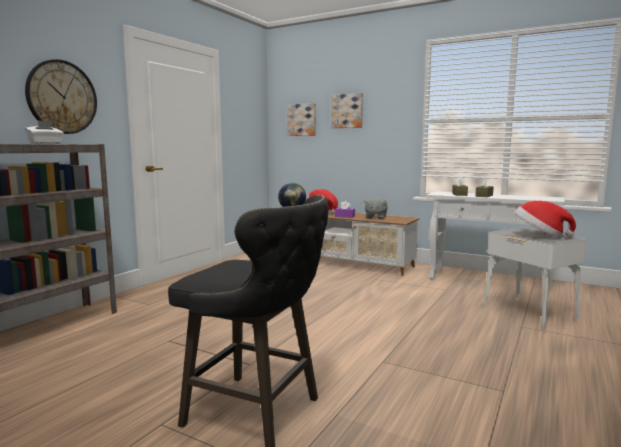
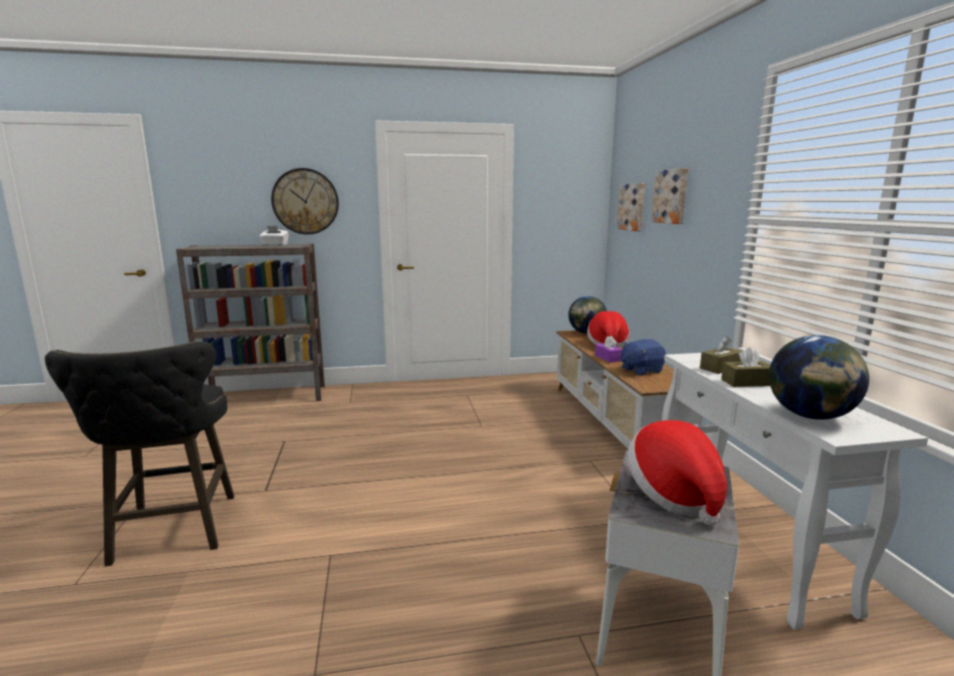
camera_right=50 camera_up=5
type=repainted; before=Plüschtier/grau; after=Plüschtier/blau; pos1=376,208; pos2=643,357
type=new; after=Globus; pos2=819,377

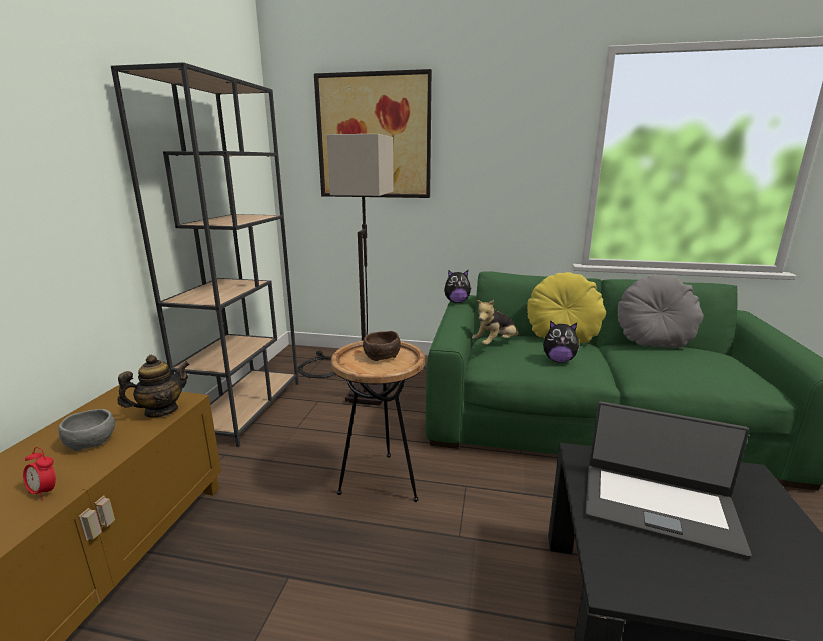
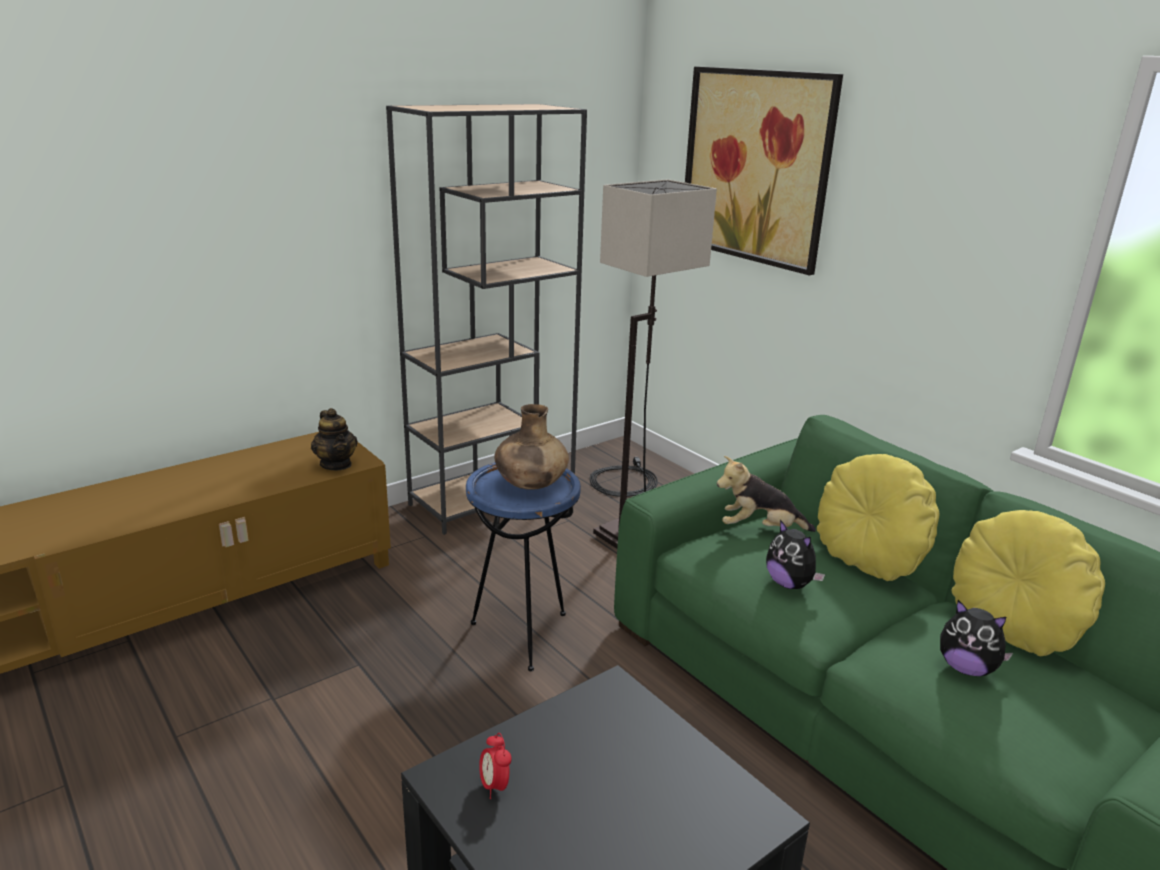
camera_right=40 camera_up=5
type=shifted; before=Plüschtier; pos1=457,286; pos2=976,638
type=repainted; before=Kissen/grau; after=Kissen/gelb; pos1=660,311; pos2=1028,583
type=swapped; before=Schüssel/braun; after=Vase/braun; pos1=382,346; pos2=531,447
type=repainted; before=Beistelltisch/braun; after=Beistelltisch/blau; pos1=378,421; pos2=523,566
type=rotated; before=Teekanne; pos1=153,386; pos2=334,439; turn=60
type=gone; before=Laptop; pos1=668,480
type=gone; before=Schüssel/grau; pos1=86,430
type=shifted; before=Wecker; pos1=39,473; pos2=495,766

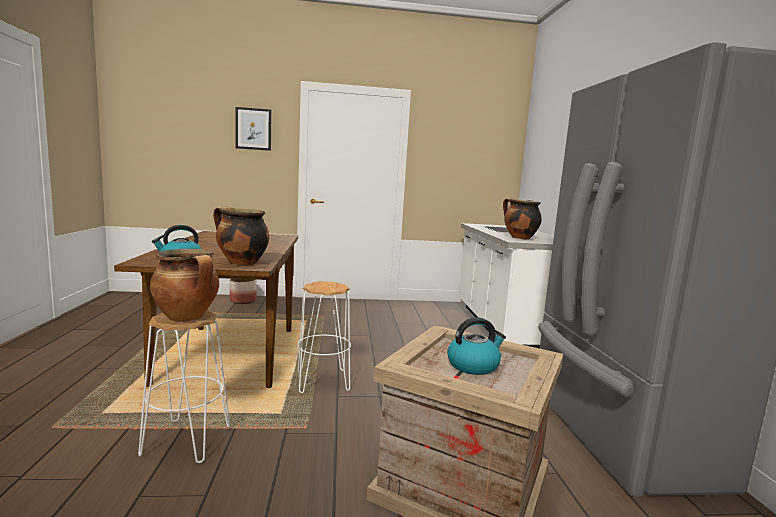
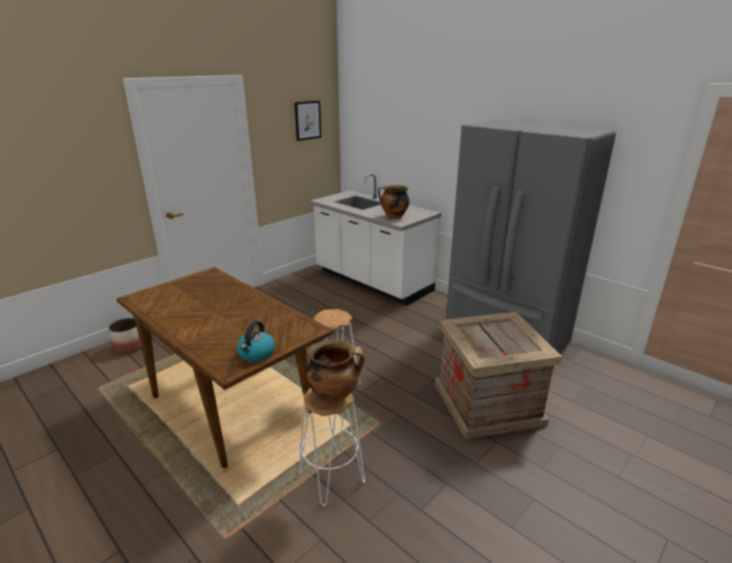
camera_right=-40 camera_up=15
type=shifted; before=Bild; pos1=253,129; pos2=307,121
type=gone; before=Kochtopf; pos1=241,236
type=gone; before=Wasserkessel; pos1=476,346

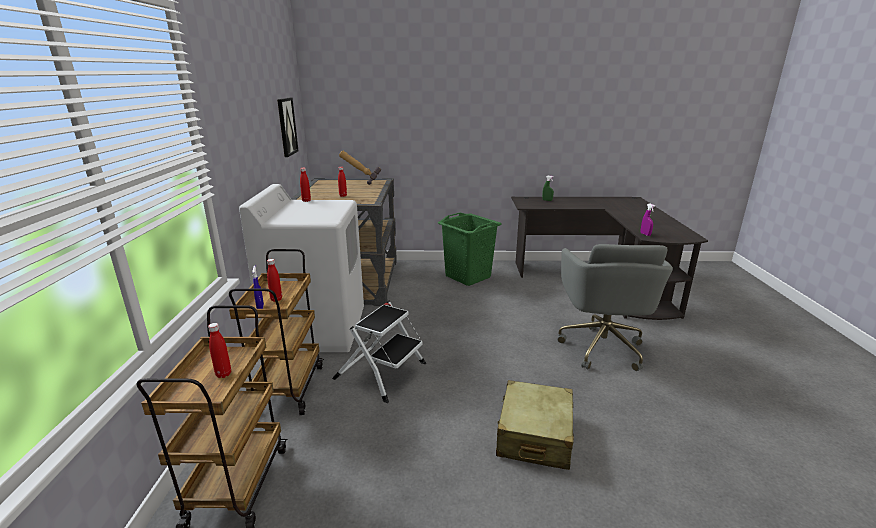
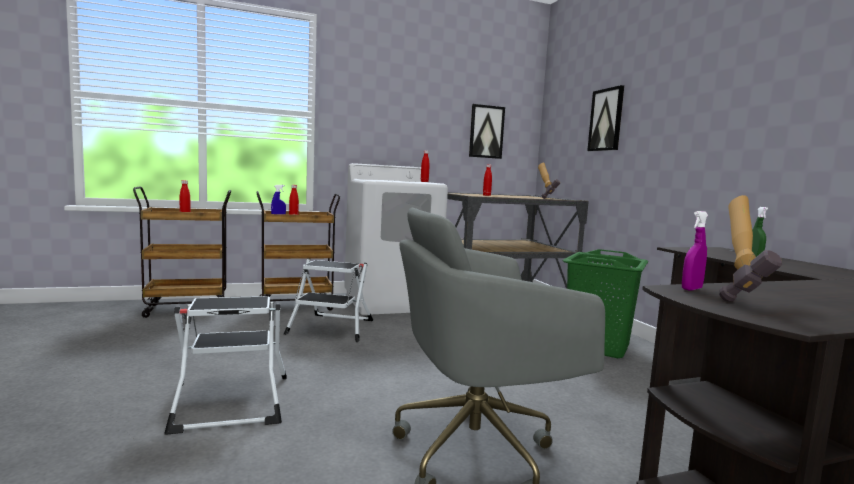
camera_right=70 camera_up=-15
type=swapped; before=Koffer/beige; after=Trittleiter; pos1=535,425; pos2=225,365
type=new; after=Bild; pos2=605,118
type=new; after=Hammer; pos2=750,248

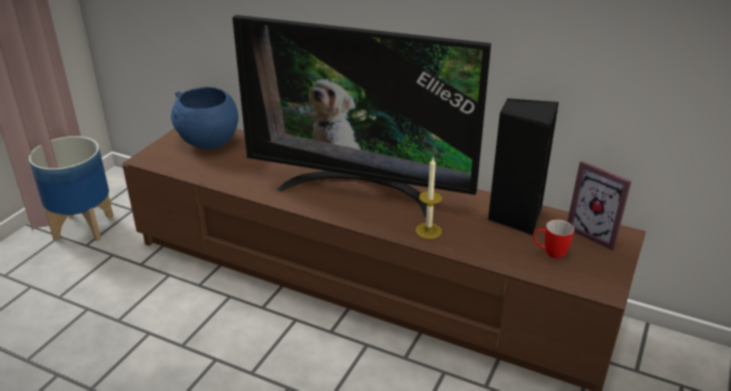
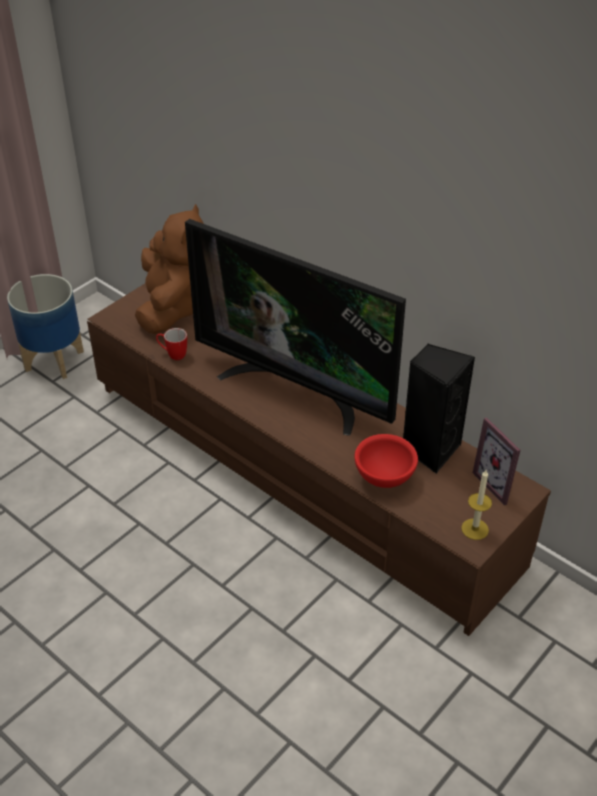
camera_right=15 camera_up=10
type=swapped; before=Schüssel/blau; after=Plüschtier/braun; pos1=204,118; pos2=169,269
type=shifted; before=Kerze; pos1=429,198; pos2=476,505
type=shifted; before=Henkelbecher; pos1=553,239; pos2=171,344
type=new; after=Schüssel/rot; pos2=386,461

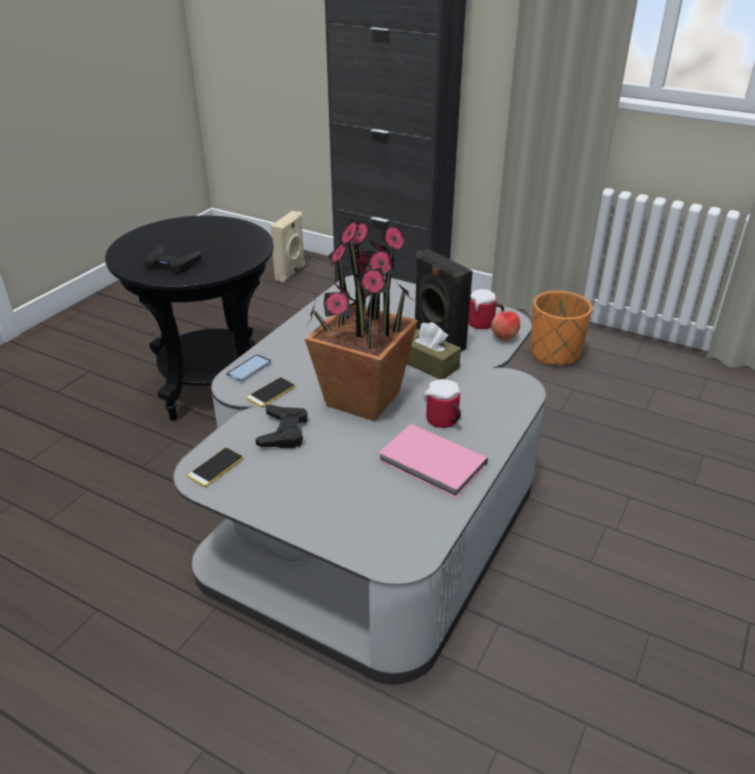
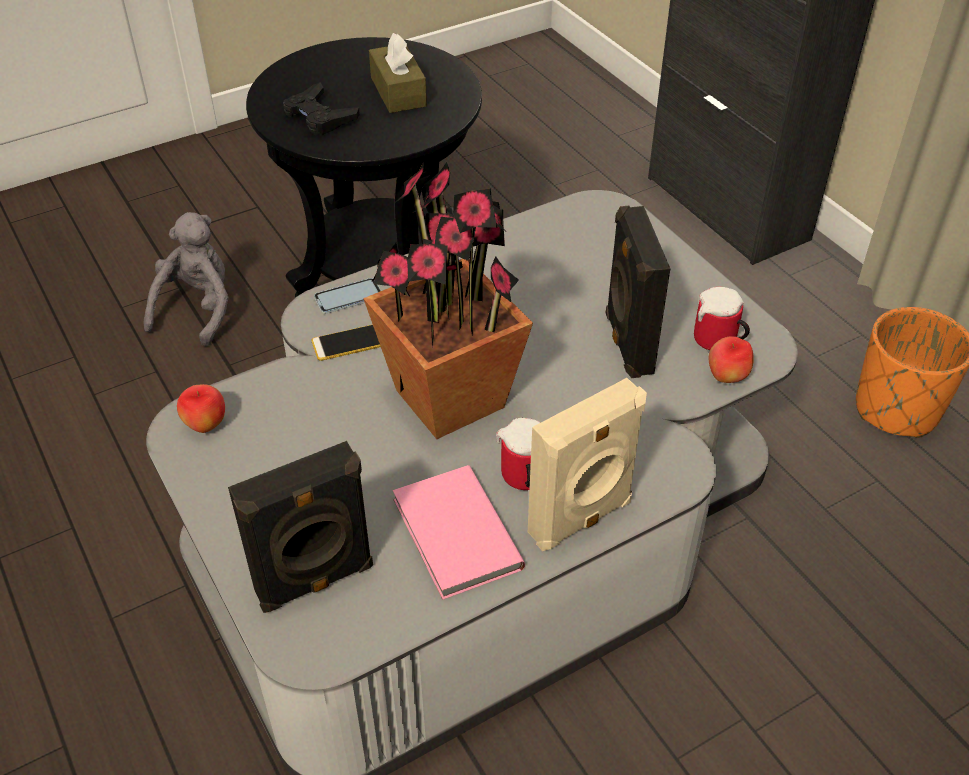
camera_right=30 camera_up=10
type=shifted; before=Lautsprecher/beige; pos1=287,246; pos2=587,464
type=shifted; before=Taschentuchbox/braun; pos1=434,351; pos2=398,73
type=gone; before=Gamepad/schwarz; pos1=281,426
type=swapped; before=Handy; after=Apfel; pos1=215,467; pos2=201,408
type=new; after=Plüschtier/grau; pos2=186,279
type=new; after=Lautsprecher/schwarz; pos2=300,527

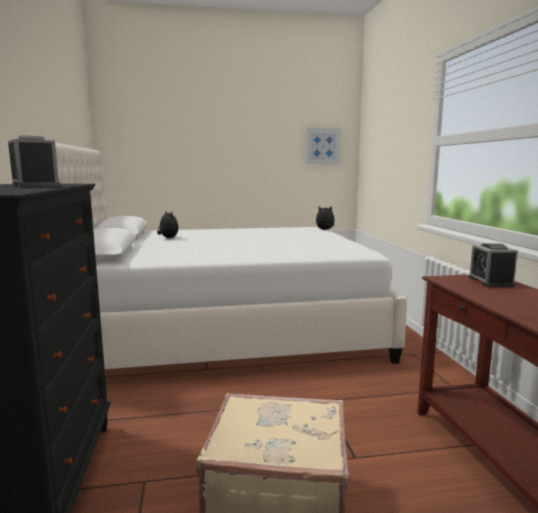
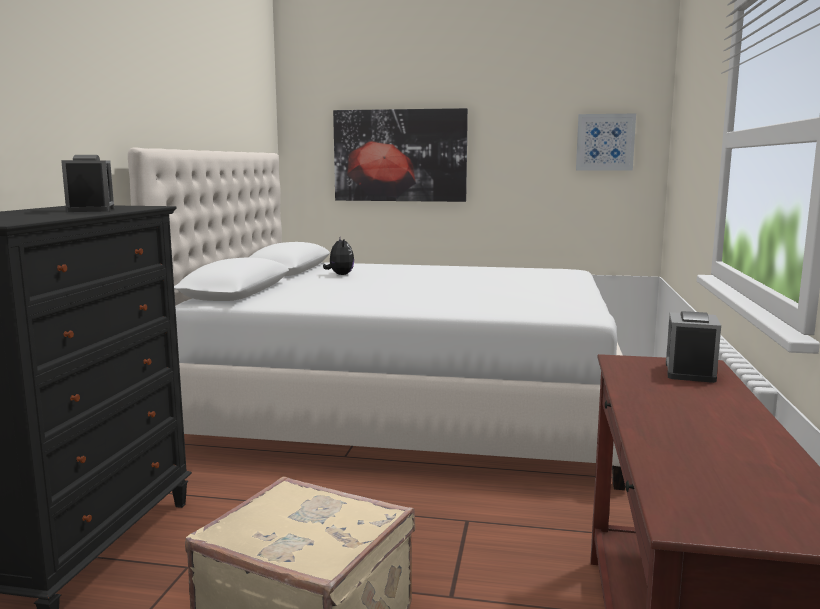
camera_right=20 camera_up=0
type=gone; before=Plüschtier; pos1=325,218
type=new; after=Bild; pos2=400,155

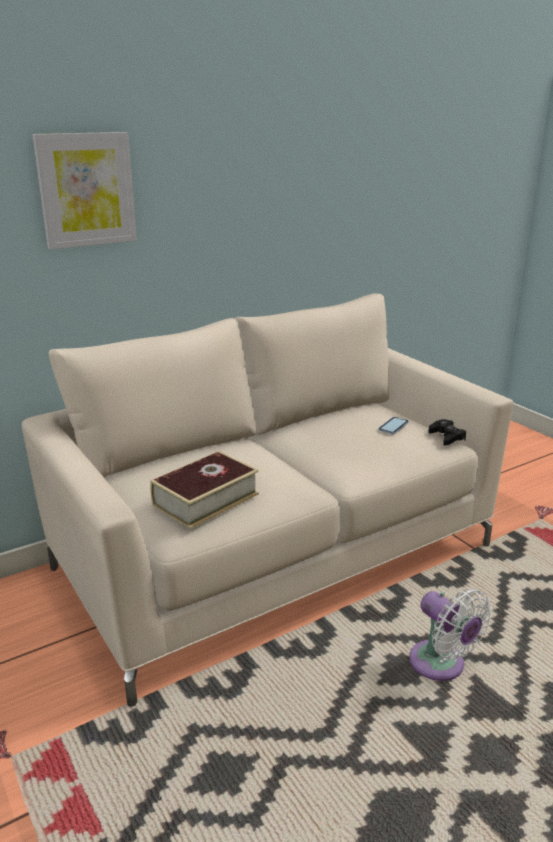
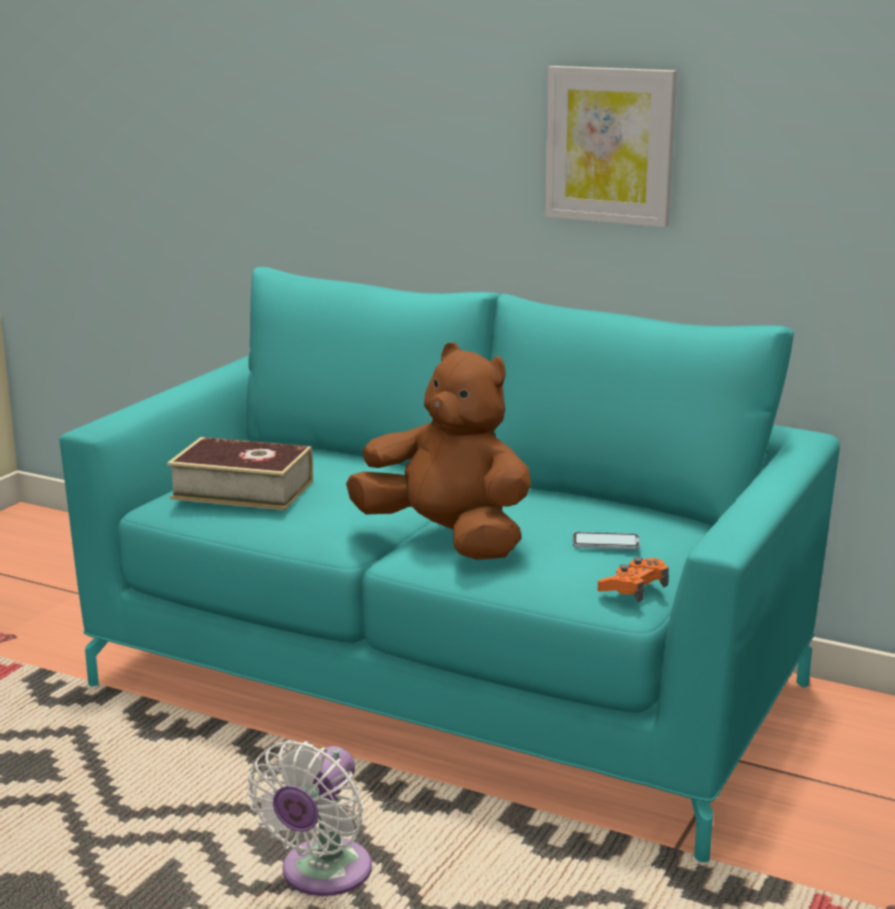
camera_right=60 camera_up=-5
type=shifted; before=Bild; pos1=84,190; pos2=611,146
type=repainted; before=Sofa/beige; after=Sofa/türkis; pos1=267,500; pos2=449,564
type=repainted; before=Gamepad/schwarz; after=Gamepad/orange; pos1=447,432; pos2=633,579
type=new; after=Plüschtier/braun; pos2=438,451

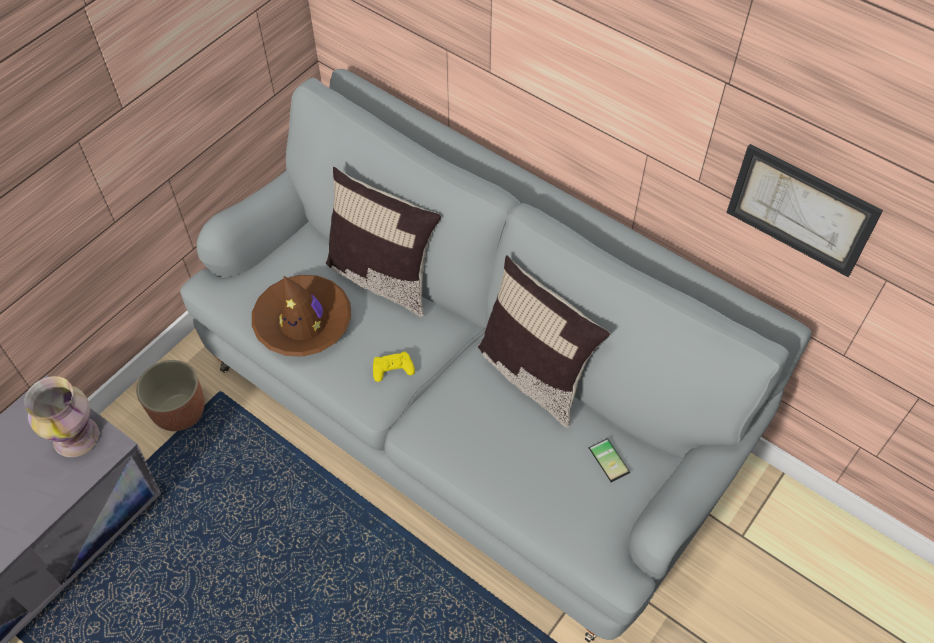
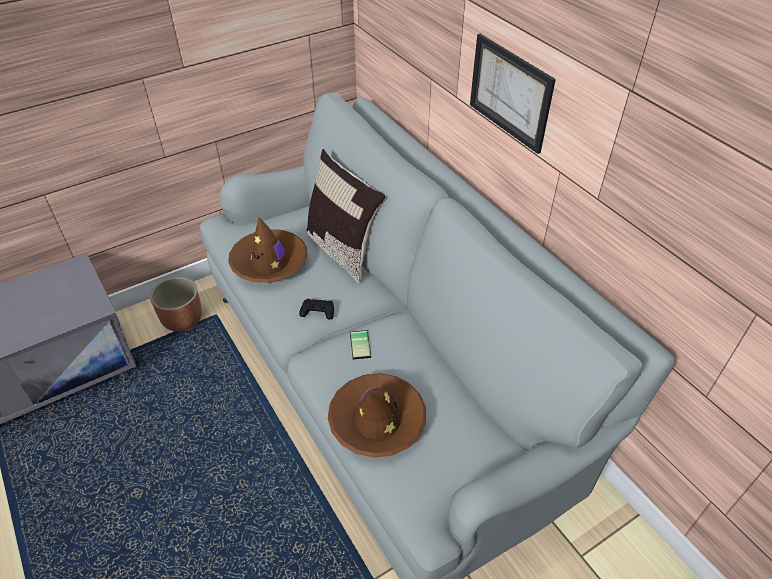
camera_right=20 camera_up=-10
type=shifted; before=Bild; pos1=804,210; pos2=513,94
type=gone; before=Kissen; pos1=544,341
type=repainted; before=Gamepad/gelb; after=Gamepad/schwarz; pos1=394,367; pos2=316,309
type=gone; before=Vase; pos1=61,416
type=shifted; before=Handy; pos1=609,460; pos2=360,344
type=new; after=Hut/braun; pos2=377,415

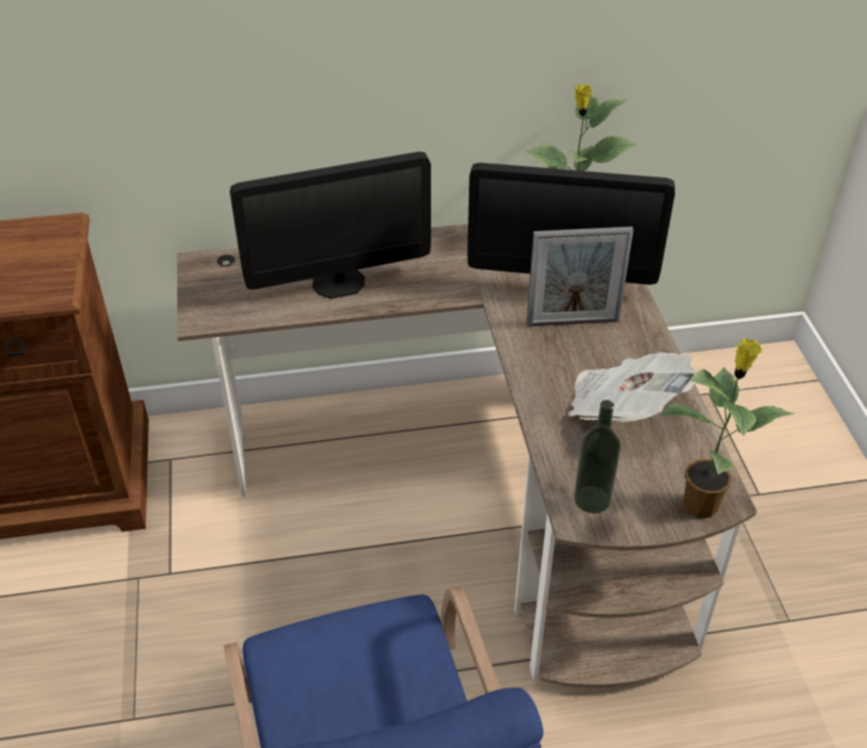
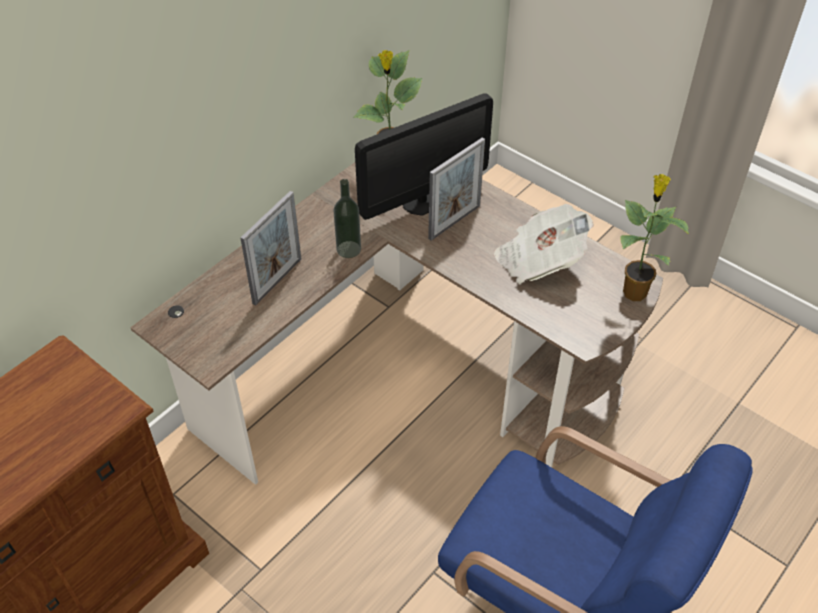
camera_right=-40 camera_up=5
type=swapped; before=Monitor; after=Bilderrahmen; pos1=330,225; pos2=271,248
type=shifted; before=Flasche; pos1=597,457; pos2=347,218

